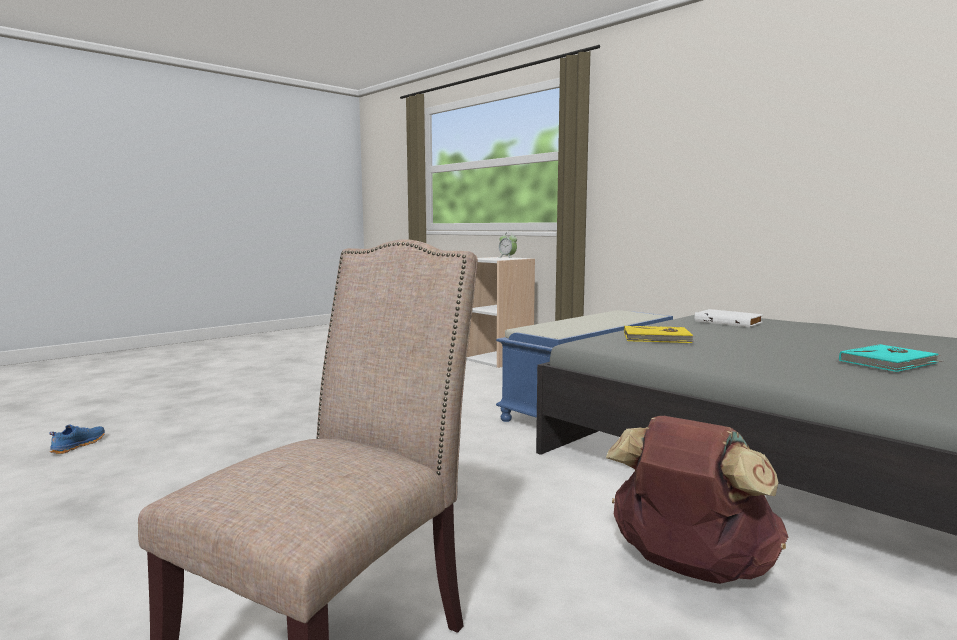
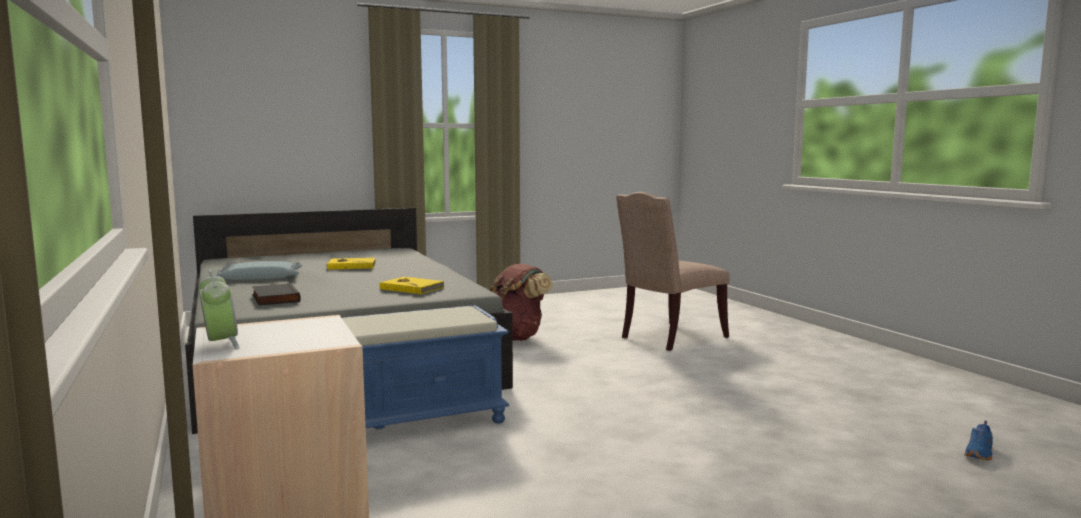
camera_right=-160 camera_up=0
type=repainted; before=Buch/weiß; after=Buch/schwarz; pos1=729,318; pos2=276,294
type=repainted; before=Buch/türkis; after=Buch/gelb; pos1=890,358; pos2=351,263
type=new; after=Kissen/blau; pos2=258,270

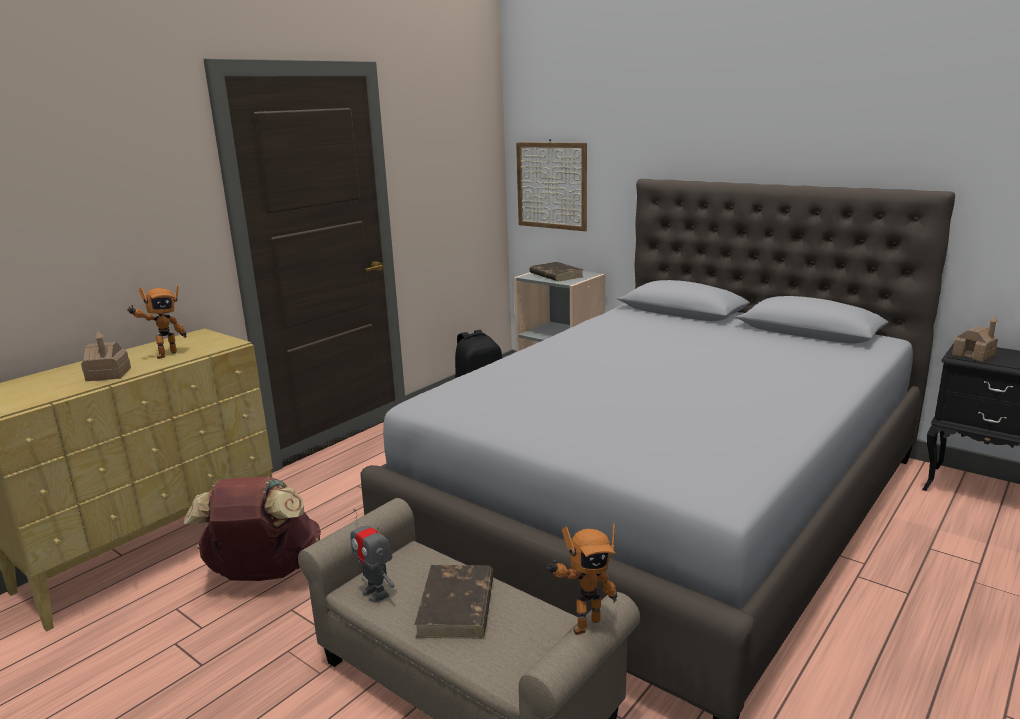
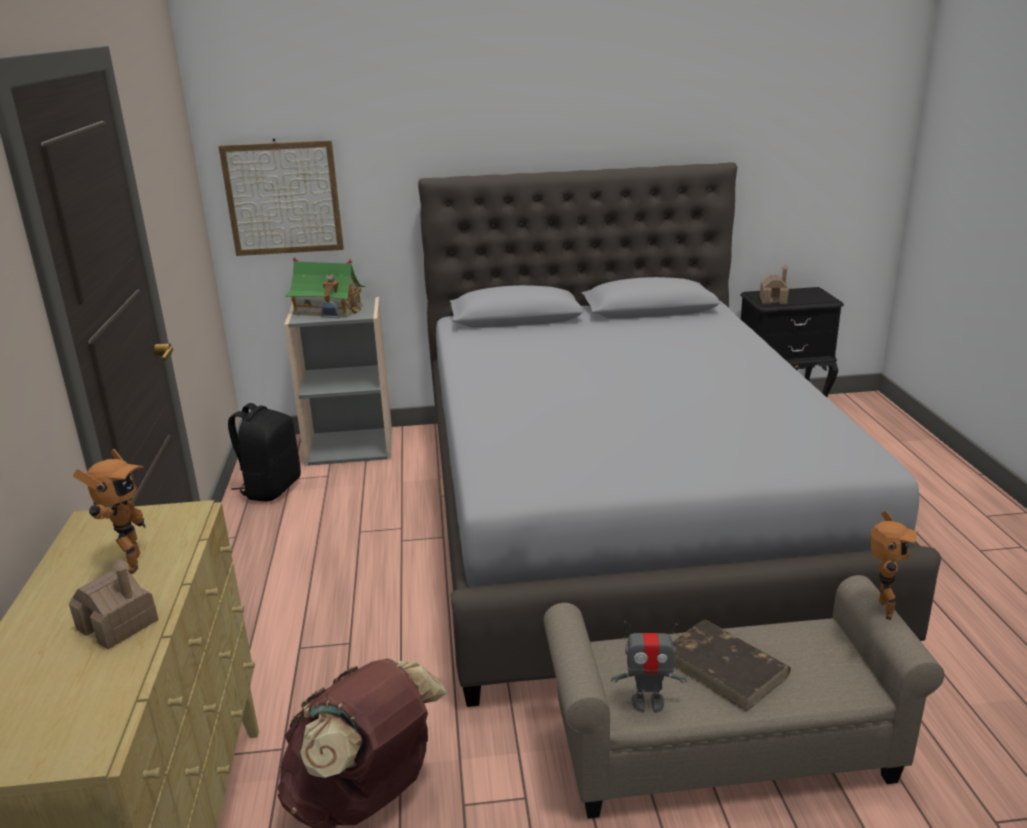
camera_right=-45 camera_up=5
type=swapped; before=Buch/braun; after=Spielzeughaus; pos1=556,271; pos2=325,287

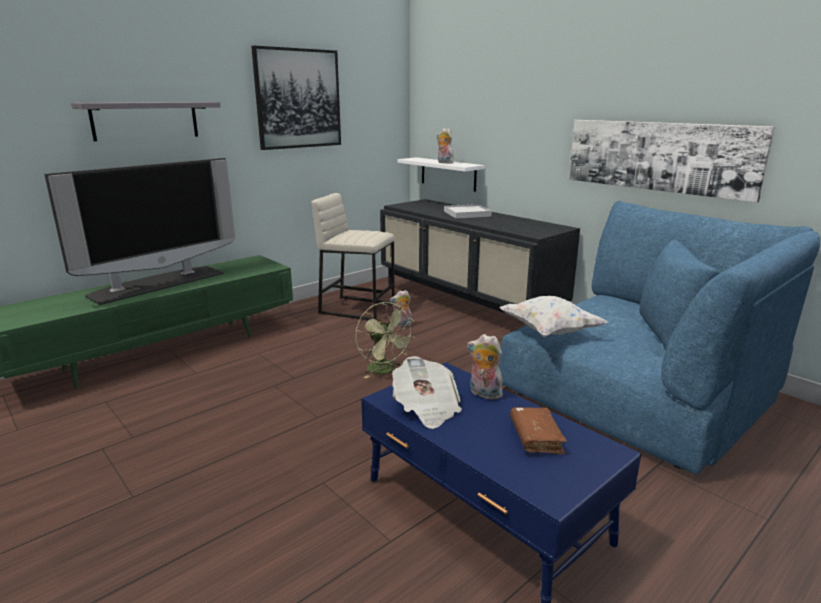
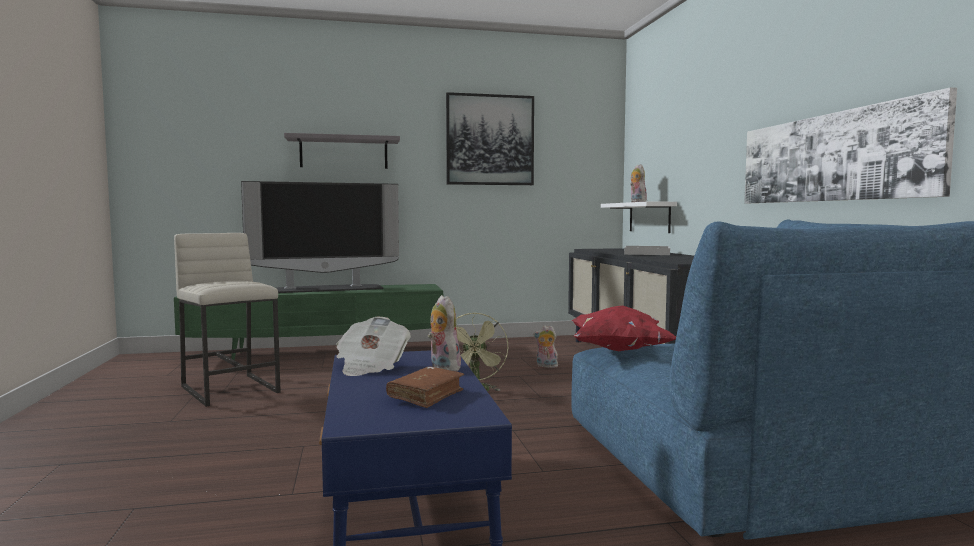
camera_right=30 camera_up=-15
type=shifted; before=Hocker/beige; pos1=353,256; pos2=227,320
type=repainted; before=Kissen/weiß; after=Kissen/rot; pos1=554,316; pos2=623,328

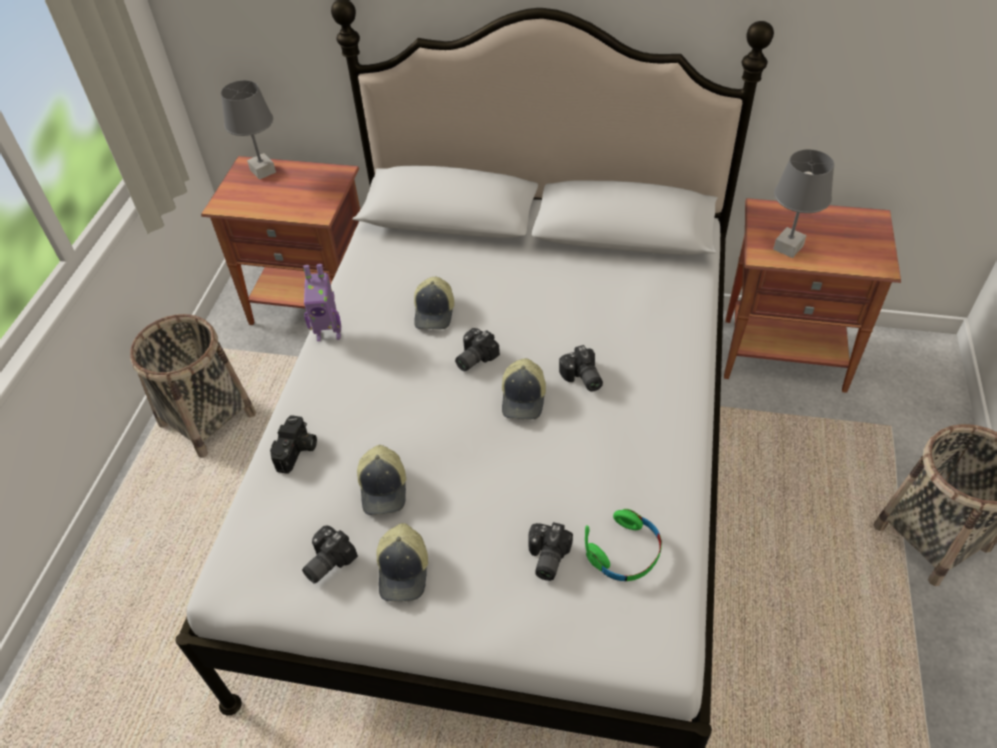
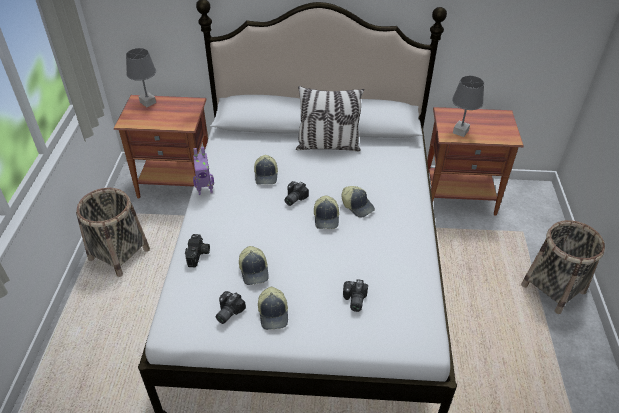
camera_right=-10 camera_up=-5
type=swapped; before=Kamera; after=Kappe; pos1=581,368; pos2=358,202
type=gone; before=Kopfhörer/grün; pos1=623,545
type=new; after=Kissen; pos2=330,118

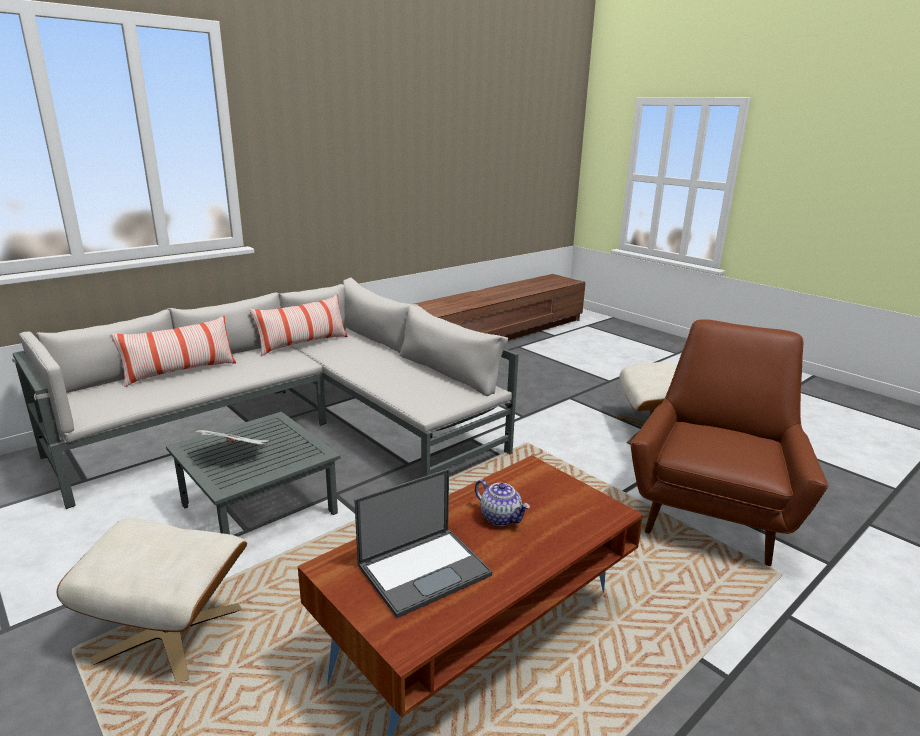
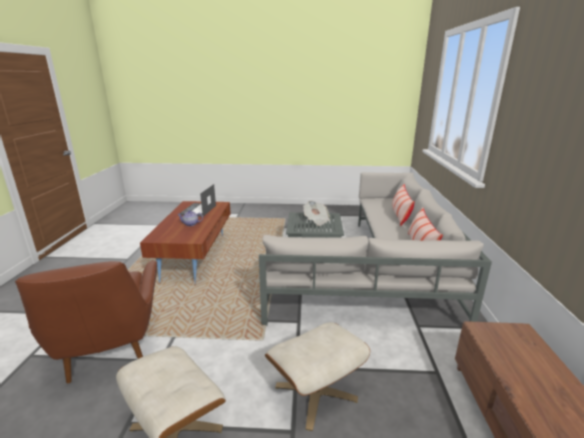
camera_right=135 camera_up=0
type=shifted; before=Polsterhocker/beige; pos1=152,601; pos2=317,376

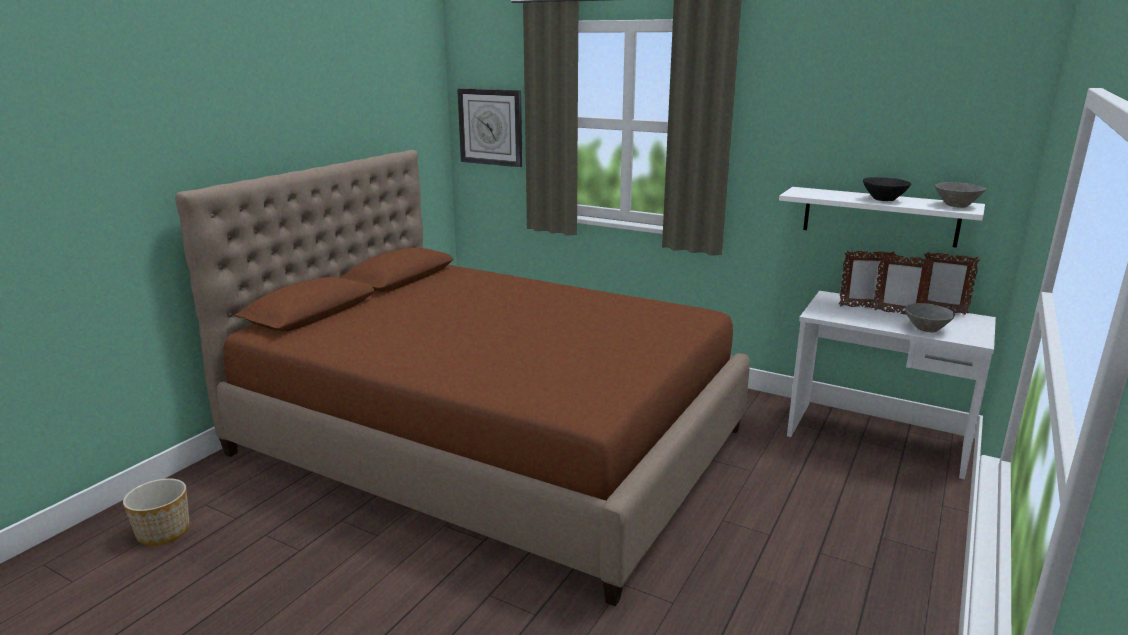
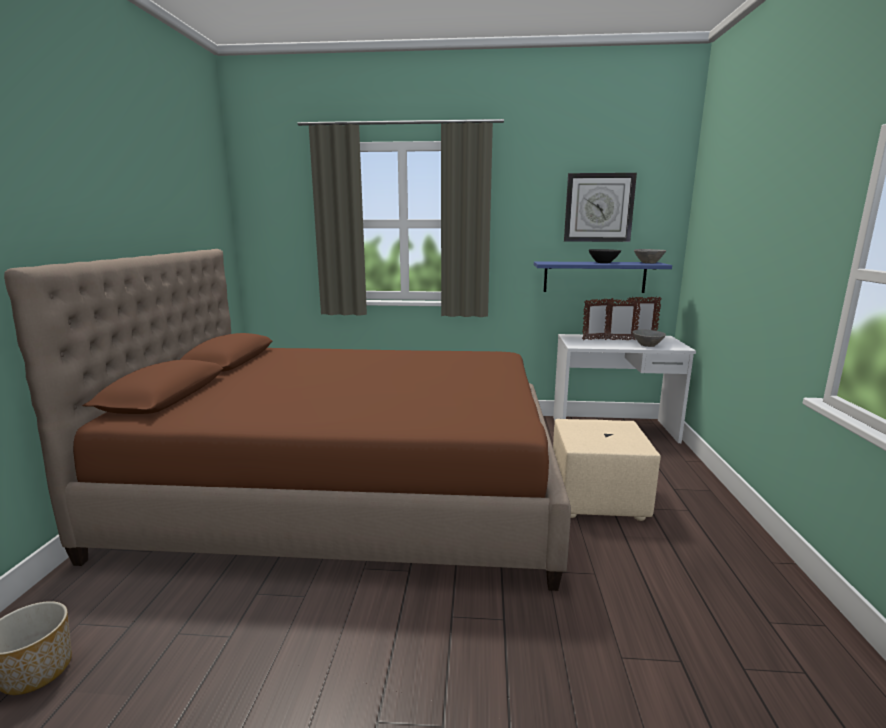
camera_right=-25 camera_up=-5
type=shifted; before=Wanduhr; pos1=490,127; pos2=600,207
type=repainted; before=Wandregal/weiß; after=Wandregal/blau; pos1=882,217; pos2=603,277
type=new; after=Polsterhocker/beige; pos2=607,470

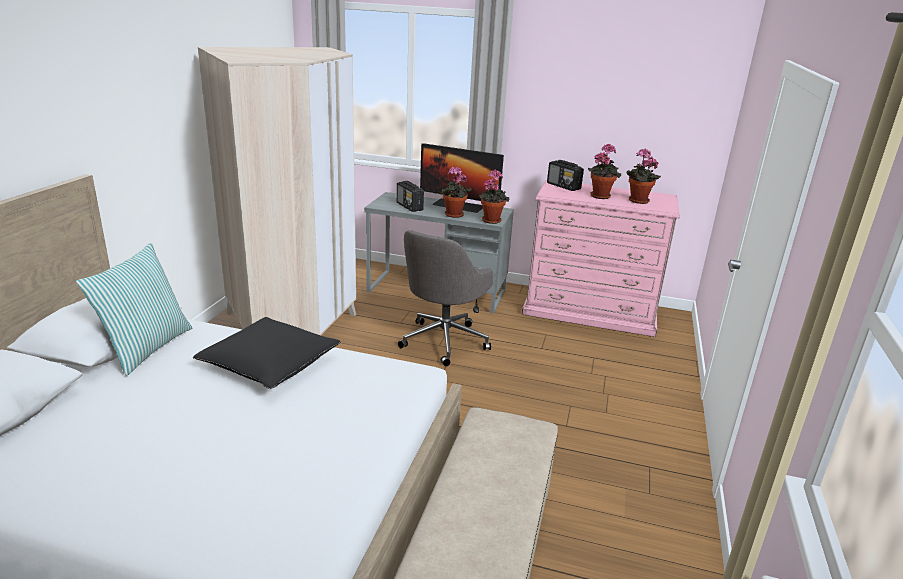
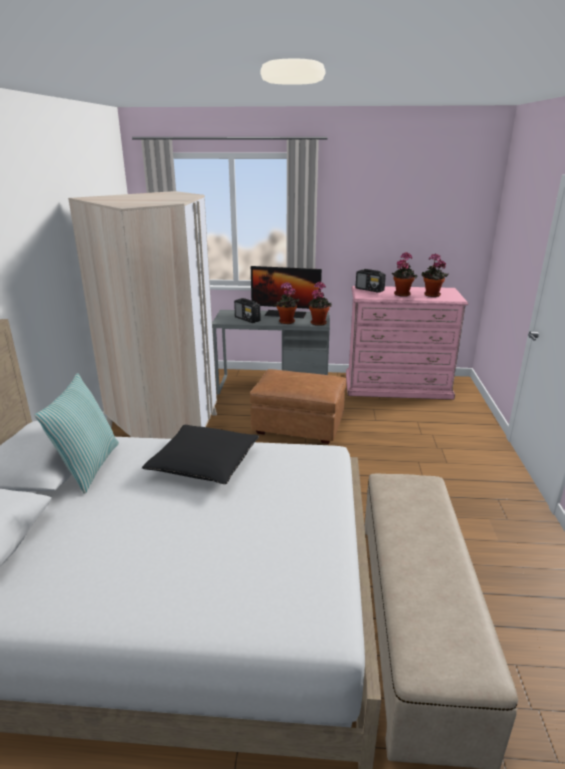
camera_right=-10 camera_up=0
type=swapped; before=Bürostuhl/grau; after=Polsterhocker/braun; pos1=445,298; pos2=298,406

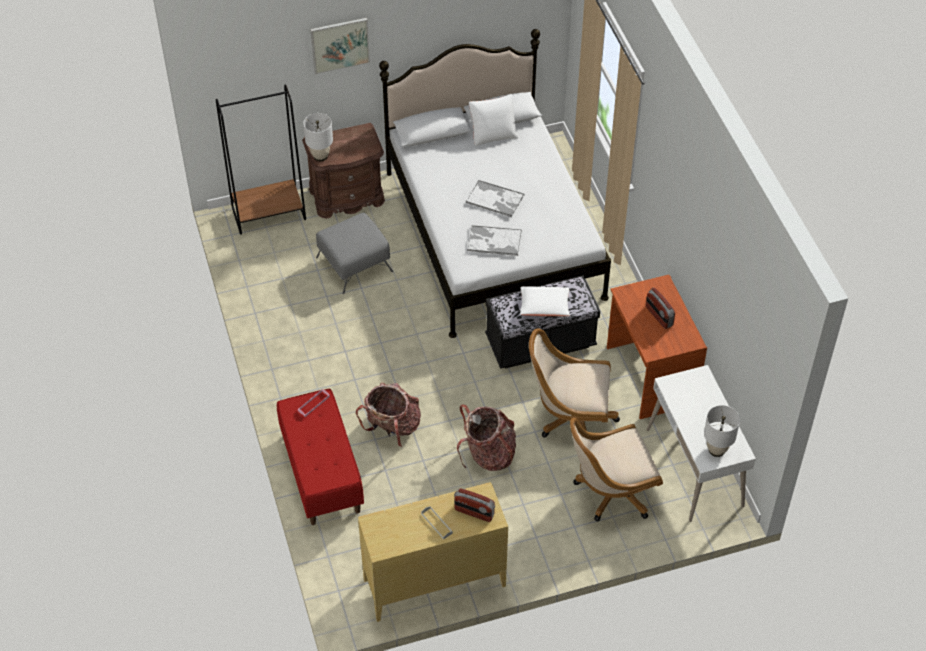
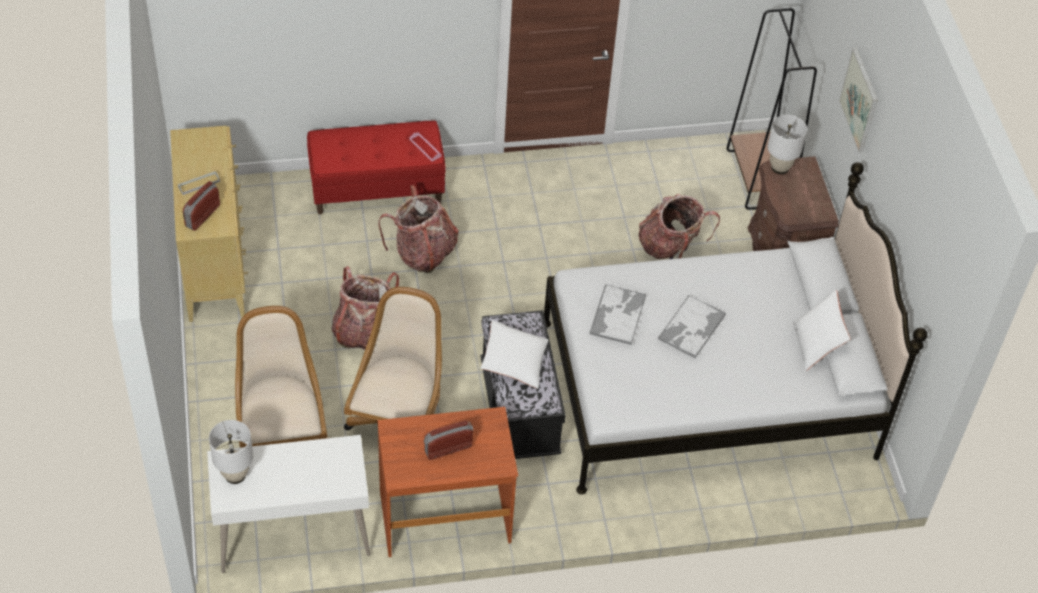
camera_right=95 camera_up=0
type=swapped; before=Polsterhocker/grau; after=Rucksack; pos1=354,253; pos2=679,226

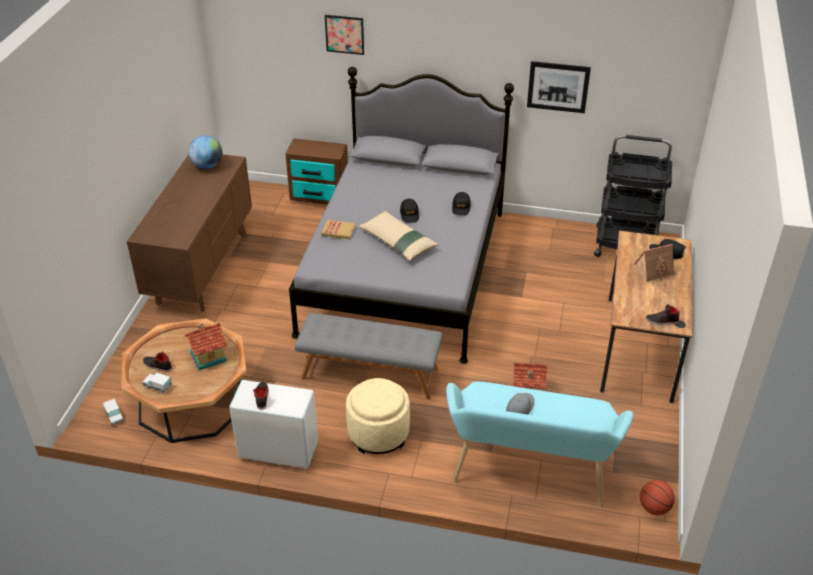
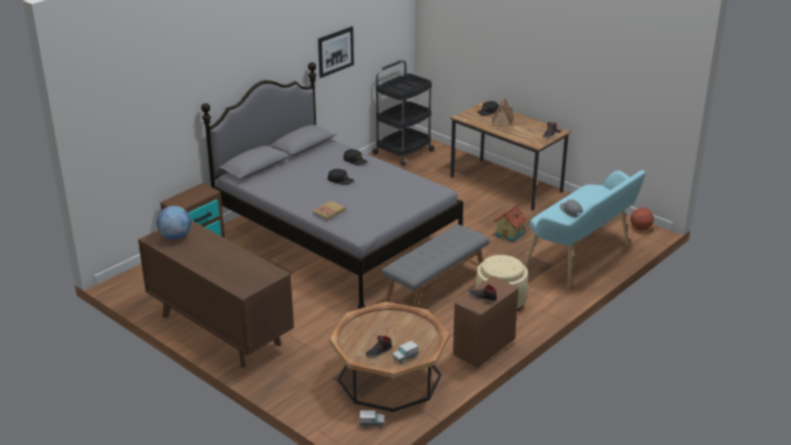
camera_right=-60 camera_up=-10
type=gone; before=Bild; pos1=344,35
type=gone; before=Kissen/beige; pos1=398,236
type=gone; before=Spielzeughaus; pos1=206,346
type=repainted; before=Nachttisch/weiß; after=Nachttisch/braun; pos1=273,424; pos2=486,321

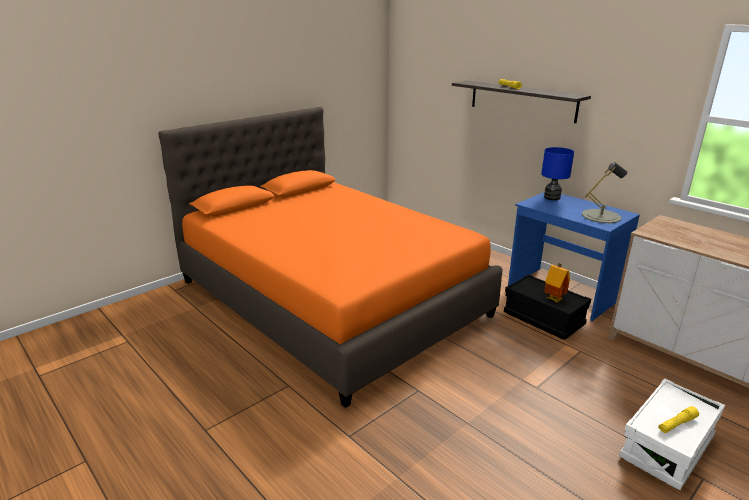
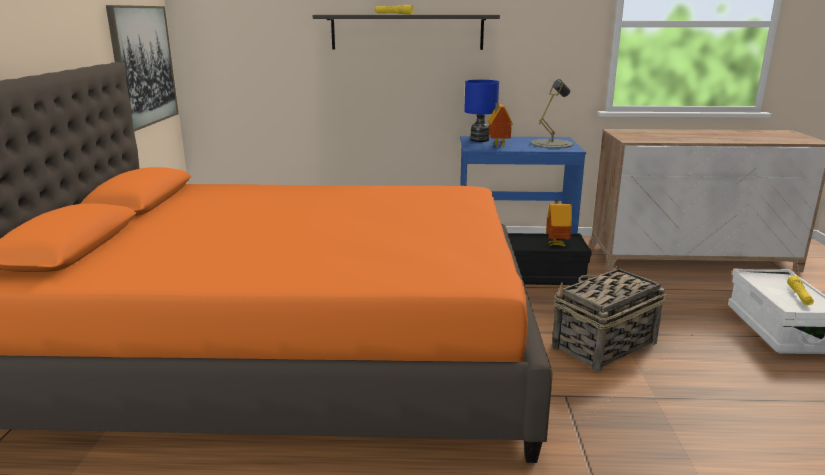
camera_right=-45 camera_up=-5
type=new; after=Bild; pos2=142,68
type=new; after=Spielzeughaus; pos2=500,125
type=new; after=Korb; pos2=609,317

